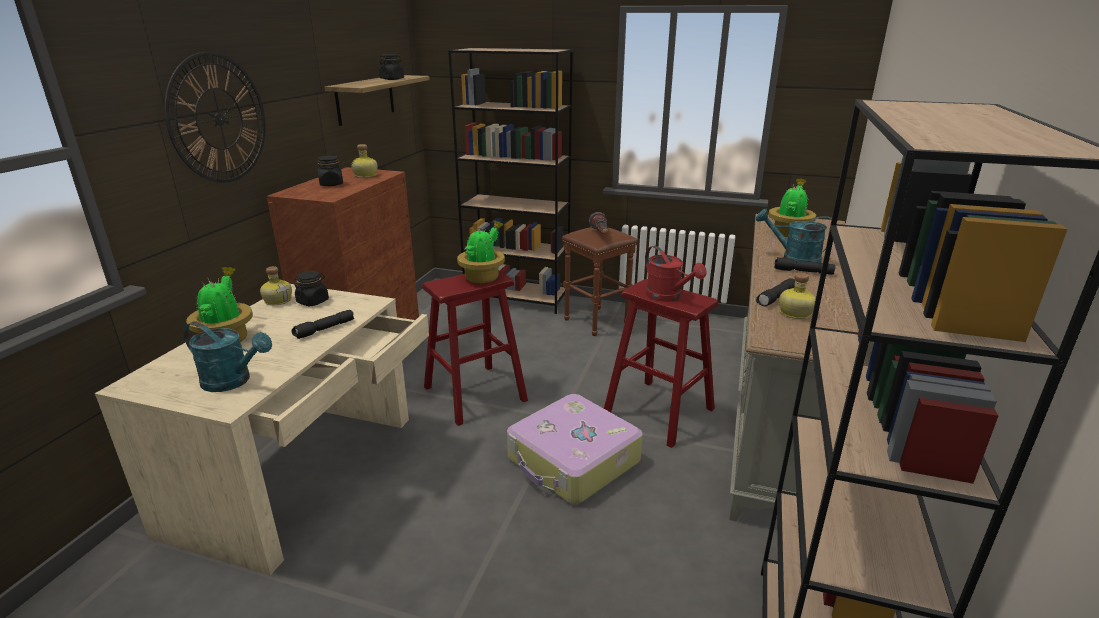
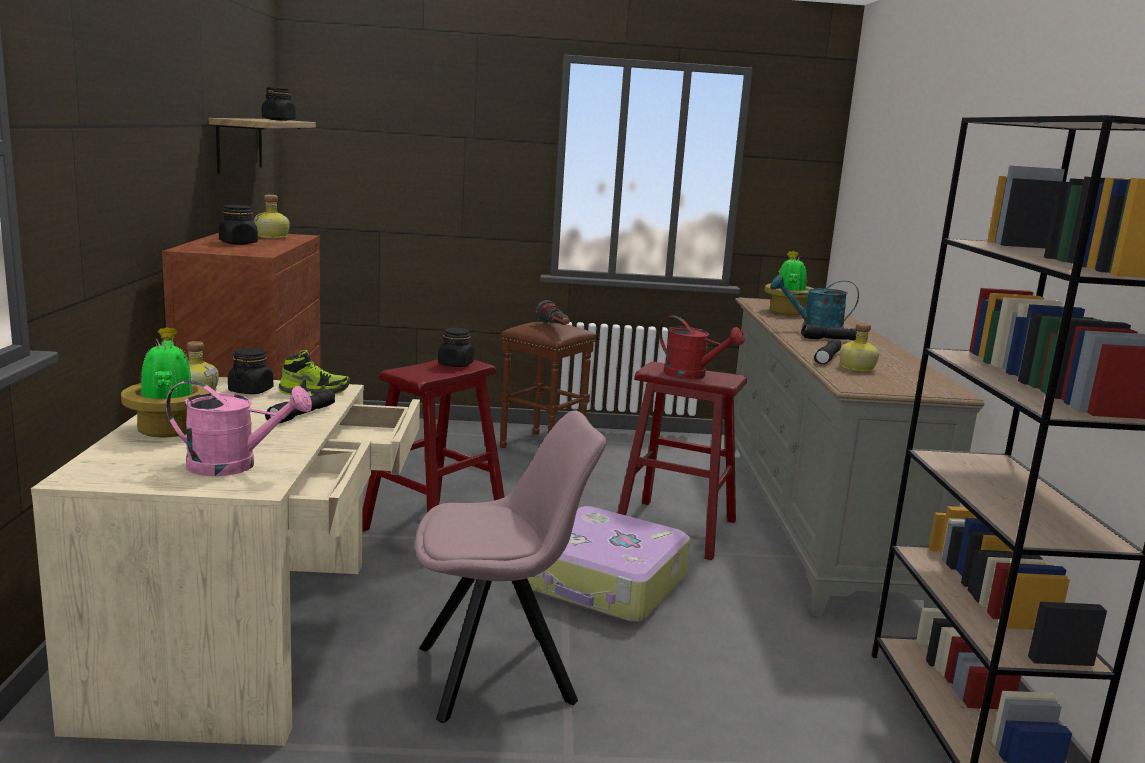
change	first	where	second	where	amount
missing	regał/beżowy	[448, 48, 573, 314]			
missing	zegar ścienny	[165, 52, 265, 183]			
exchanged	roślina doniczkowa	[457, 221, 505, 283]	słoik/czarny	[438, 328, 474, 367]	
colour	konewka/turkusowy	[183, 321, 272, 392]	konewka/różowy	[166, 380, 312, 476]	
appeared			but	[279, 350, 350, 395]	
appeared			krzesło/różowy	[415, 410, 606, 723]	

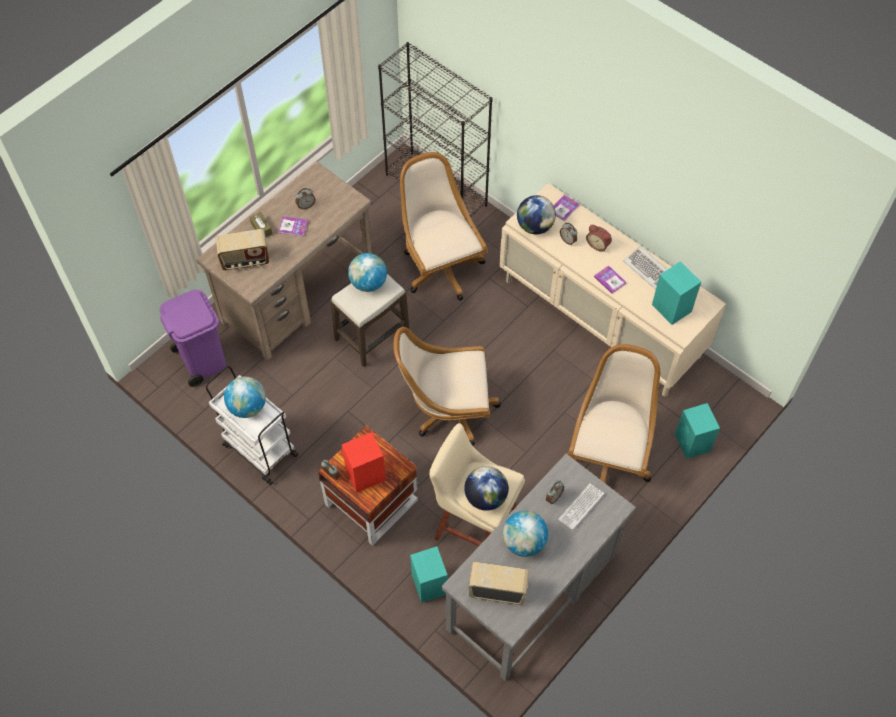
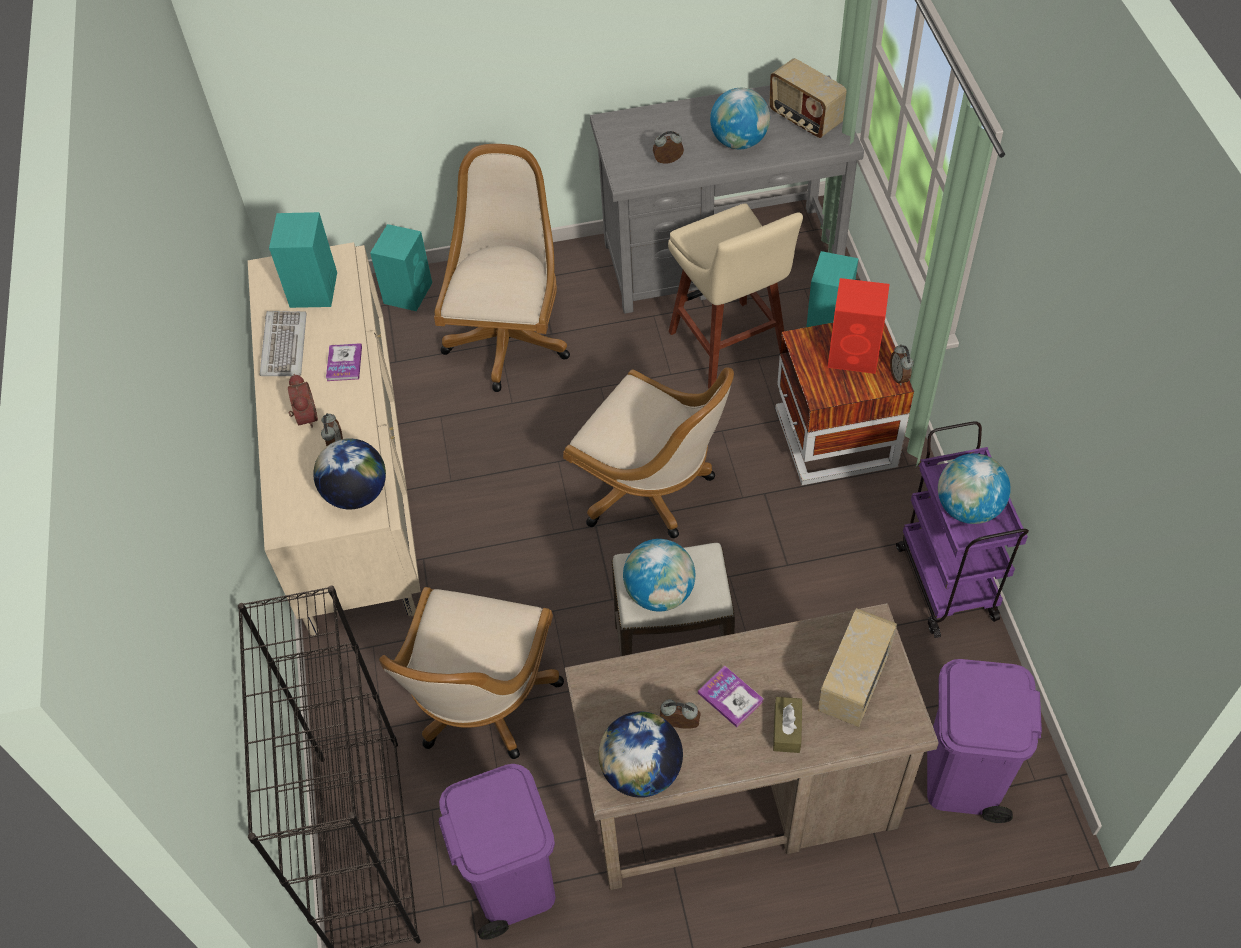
change	first	where	second	where	amount
missing	książka	[554, 195, 579, 221]			
spun	radio	[216, 229, 269, 270]		[818, 608, 897, 727]	90 degrees counterclockwise
spun	krzesło biurowe	[563, 344, 660, 483]		[434, 144, 570, 392]	135 degrees clockwise
colour	wózek/biały	[206, 366, 298, 485]	wózek/fioletowy	[896, 421, 1029, 638]	
relocated	globus	[464, 466, 509, 511]		[599, 712, 683, 798]	
missing	klawiatura	[558, 484, 604, 530]			
appeared			kosz na śmieci/fioletowy	[438, 764, 556, 940]	

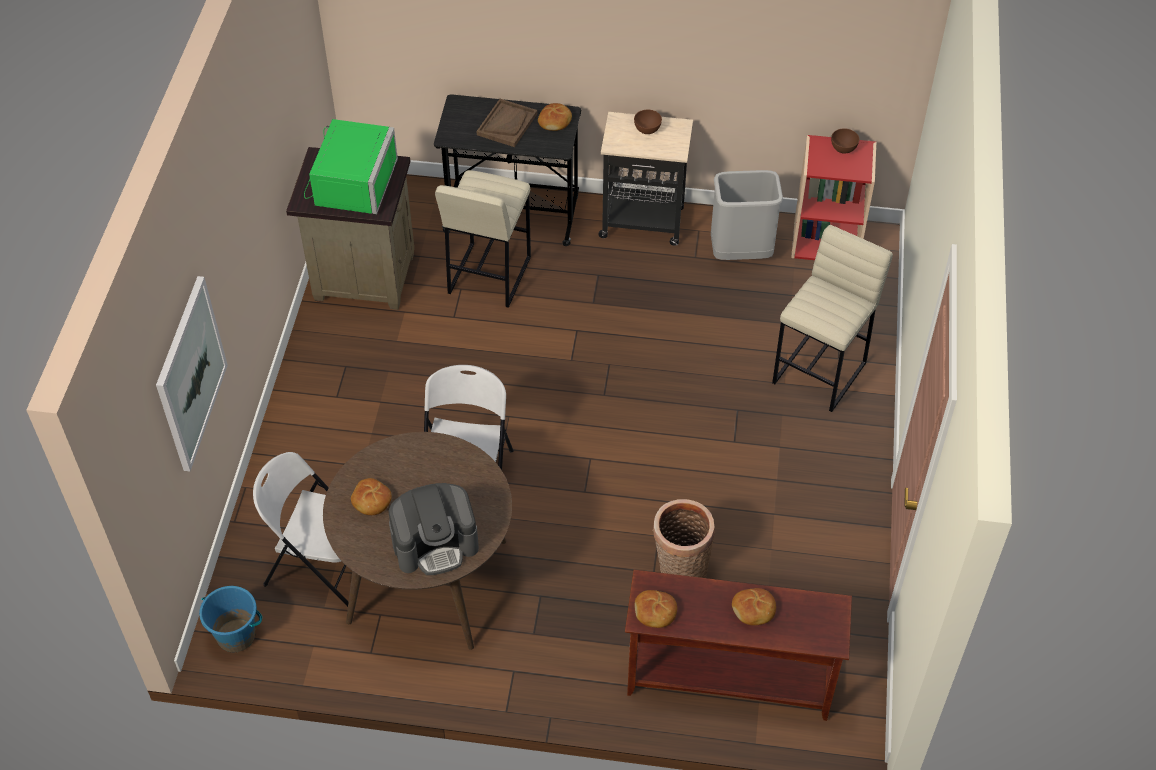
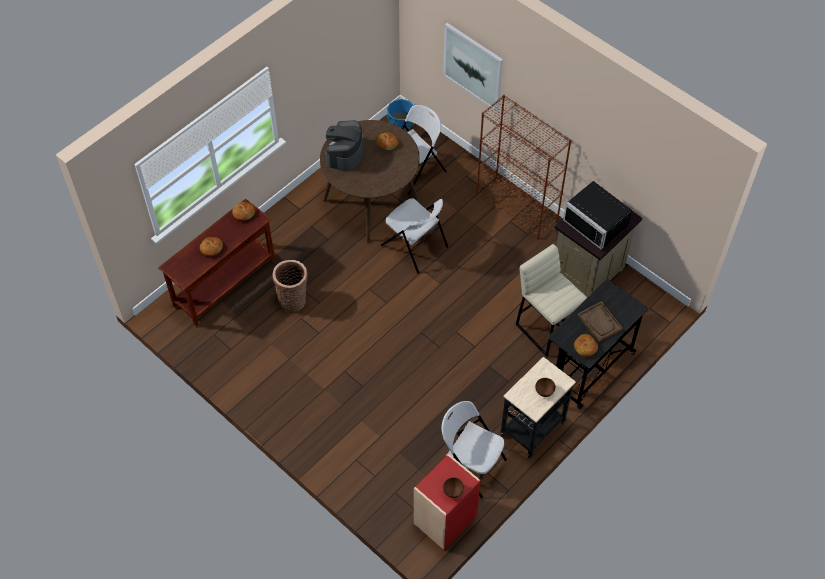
change	first	where	second	where	amount
colour	mikrofalówka/zielony	[304, 119, 398, 214]	mikrofalówka/czarny	[563, 181, 632, 250]	
exchanged	kosz na śmieci/szary	[711, 170, 783, 260]	krzesło/biały	[433, 401, 507, 499]	
missing	stołek/beżowy	[772, 225, 893, 412]			
appeared			regał/brązowy	[476, 95, 572, 239]	

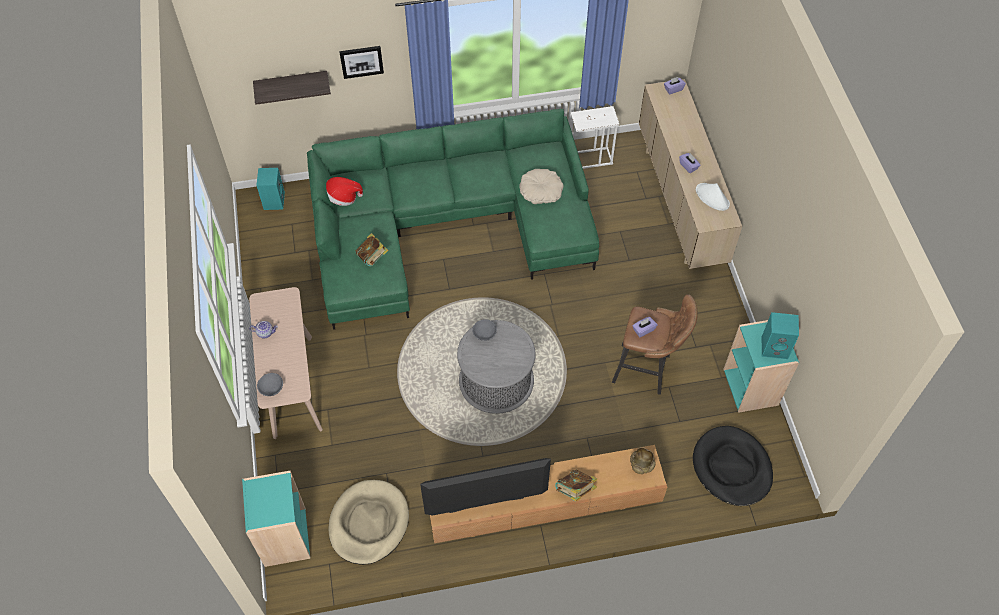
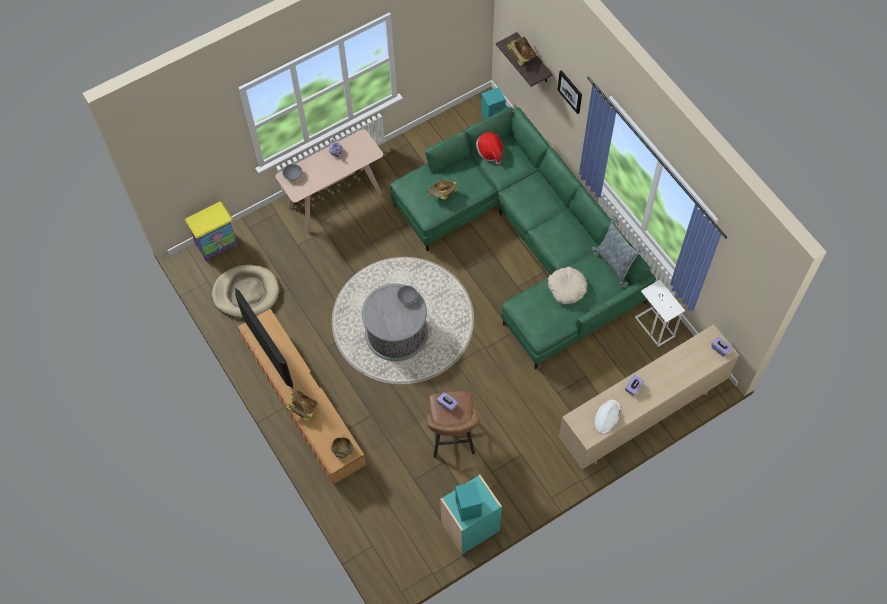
change	first	where	second	where	amount
missing	legowisko/czarny	[693, 426, 773, 506]			
exchanged	regał/turkusowy	[242, 471, 311, 567]	szafka nocna	[185, 201, 237, 262]	
appeared			książka	[507, 37, 537, 66]	
appeared			poduszka	[591, 215, 646, 287]	

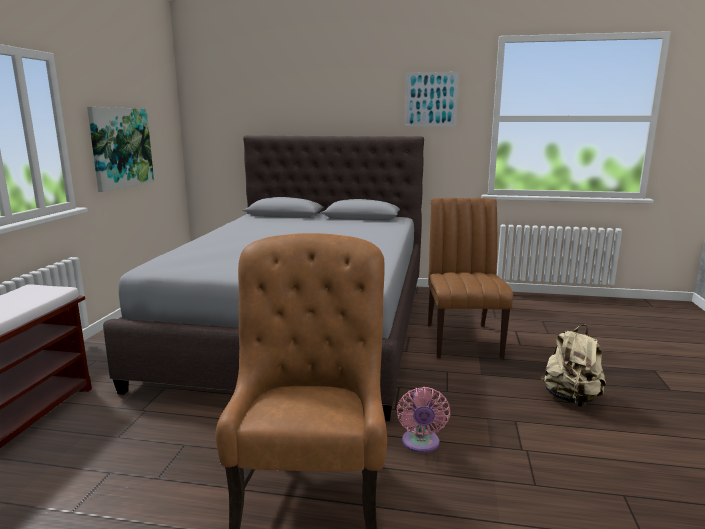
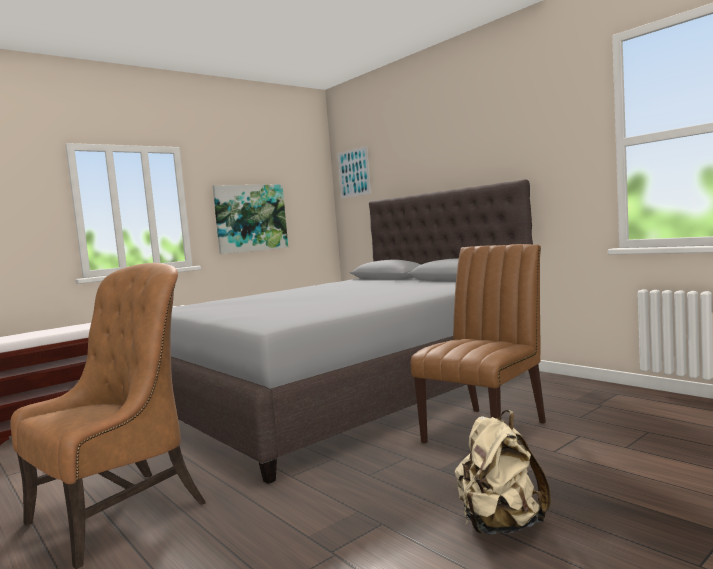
change	first	where	second	where	amount
relocated	obraz	[405, 72, 459, 127]		[337, 146, 371, 198]	
missing	wentylator/różowy	[397, 387, 450, 453]			

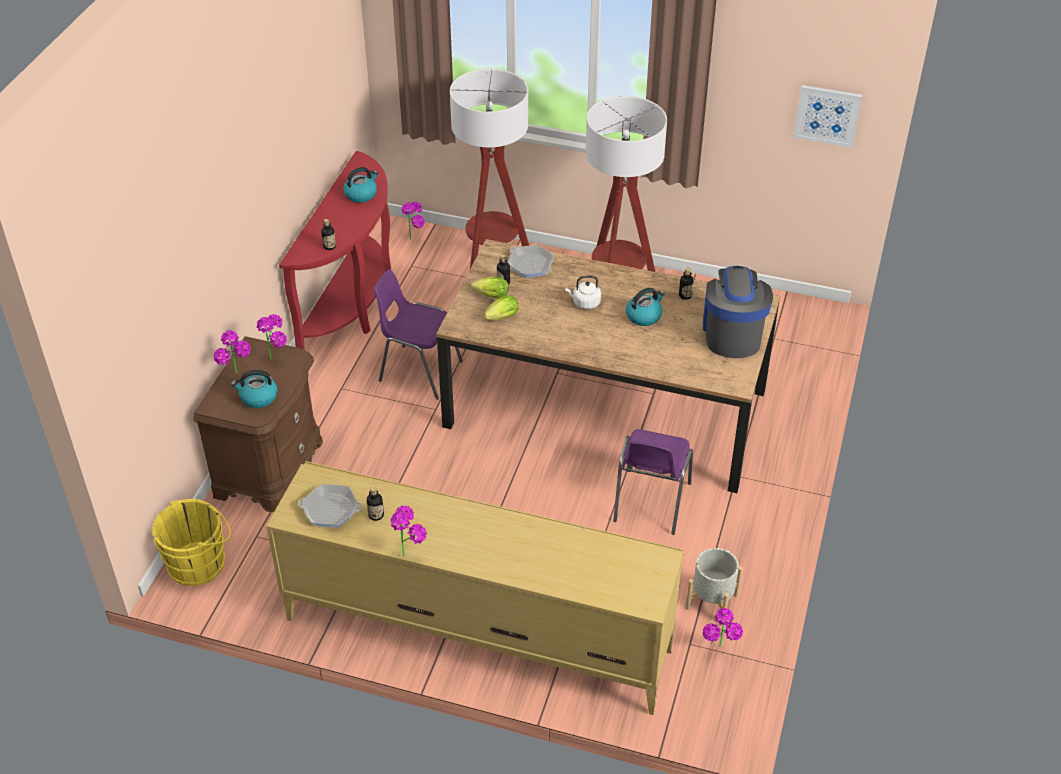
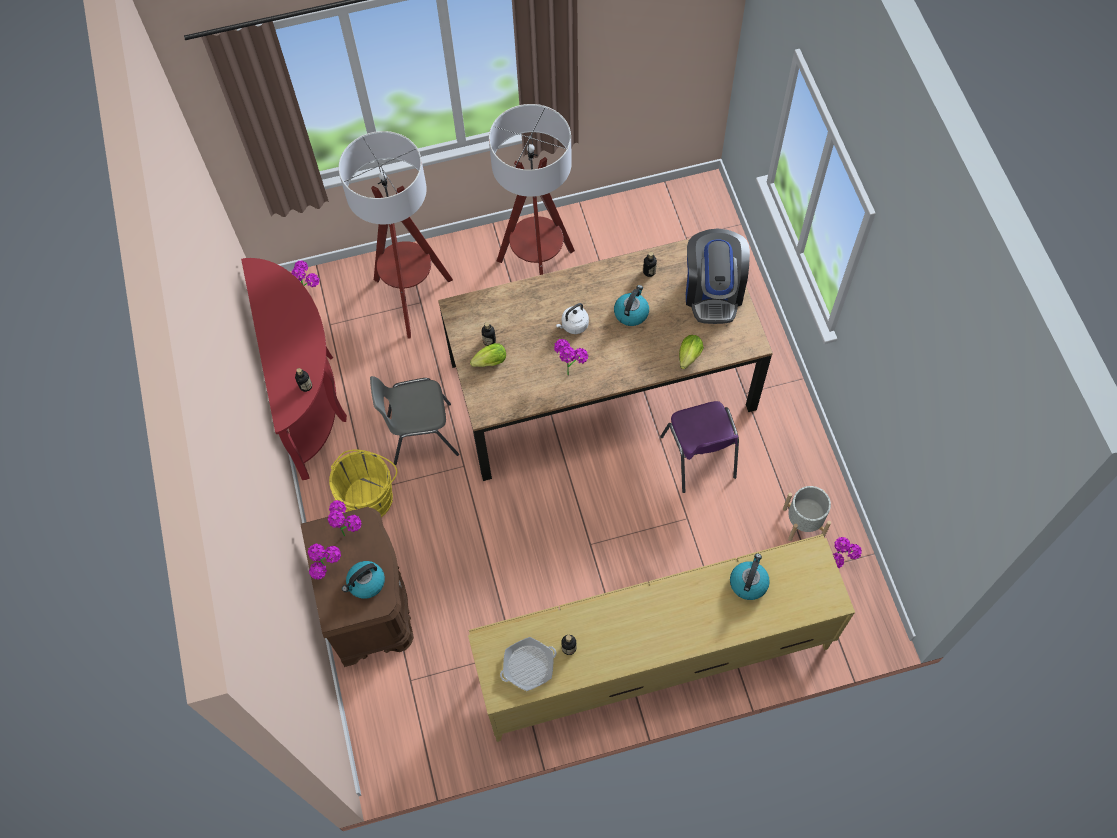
change	first	where	second	where	amount
missing	obraz	[794, 85, 862, 148]			
relocated	czajnik	[343, 167, 378, 203]		[730, 553, 770, 600]	
missing	patelnia	[508, 245, 554, 278]			
spun	ekspres do kawy	[703, 266, 773, 358]		[686, 229, 750, 324]	150 degrees counterclockwise
colour	krzesło/fioletowy	[374, 270, 463, 400]	krzesło/szary	[370, 376, 459, 465]	
relocated	sałata	[483, 295, 519, 320]		[679, 335, 704, 369]	
relocated	wiadro/żółty	[152, 499, 231, 586]		[329, 449, 398, 517]	
relocated	roślina doniczkowa	[391, 506, 427, 557]		[554, 339, 588, 376]	

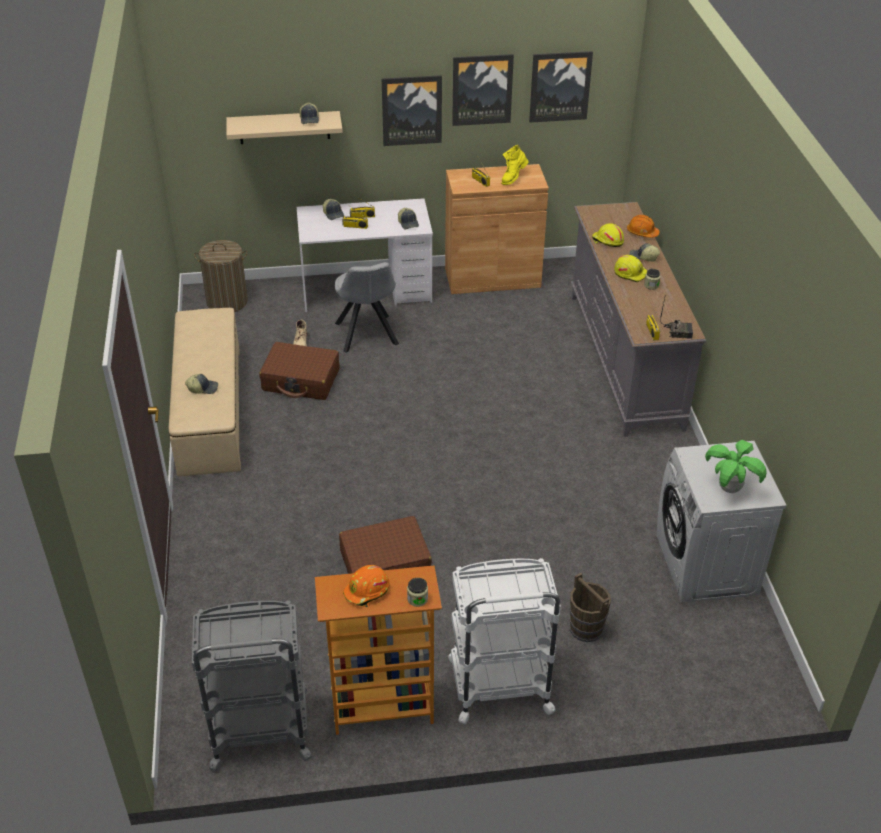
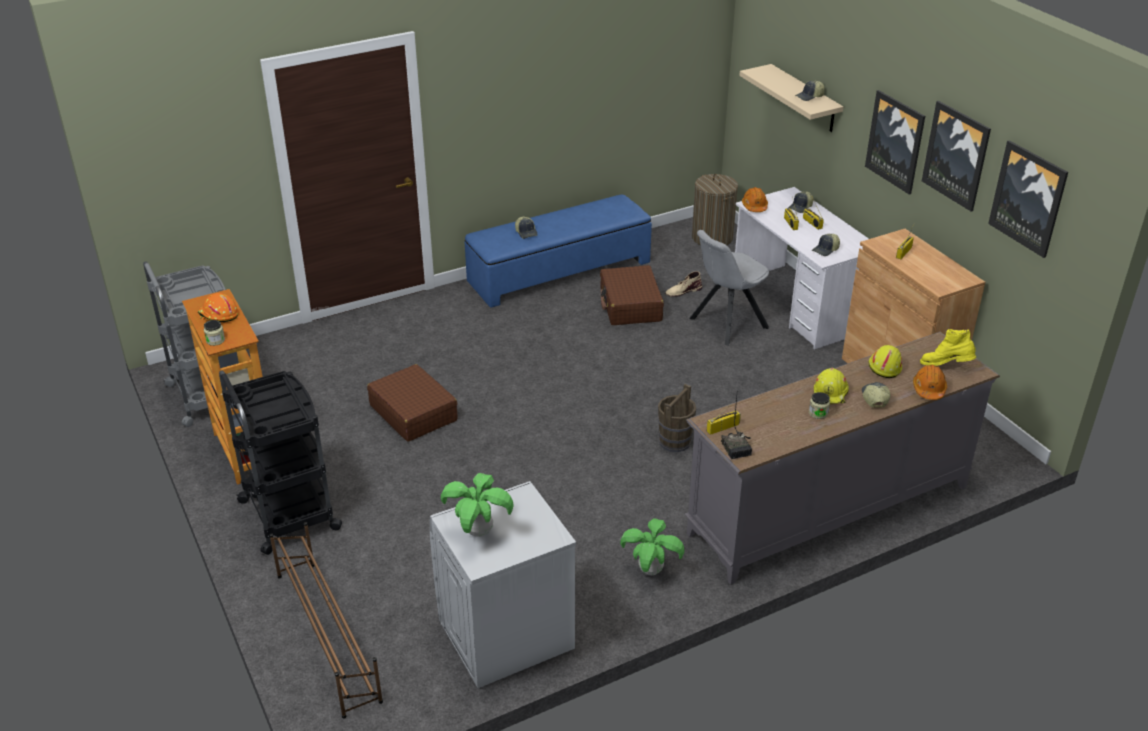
change	first	where	second	where	amount
relocated	but z cholewką/żółty	[501, 145, 529, 185]		[920, 329, 976, 366]	
colour	ławka/beżowy	[169, 308, 241, 477]	ławka/niebieski	[465, 194, 652, 308]	
colour	wózek/biały	[448, 558, 561, 724]	wózek/czarny	[219, 371, 342, 555]	
relocated	wiadro/brązowy	[570, 573, 611, 642]		[658, 384, 696, 452]	
appeared			kask/pomarańczowy	[742, 187, 768, 212]	
appeared			roślina doniczkowa	[620, 518, 684, 575]	
appeared			regał na buty/brązowy	[270, 522, 383, 719]	

